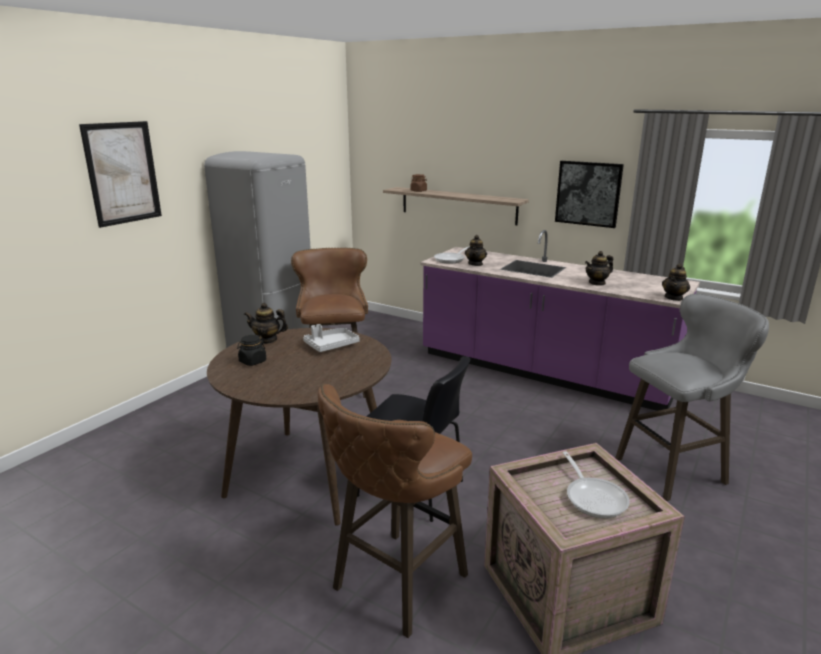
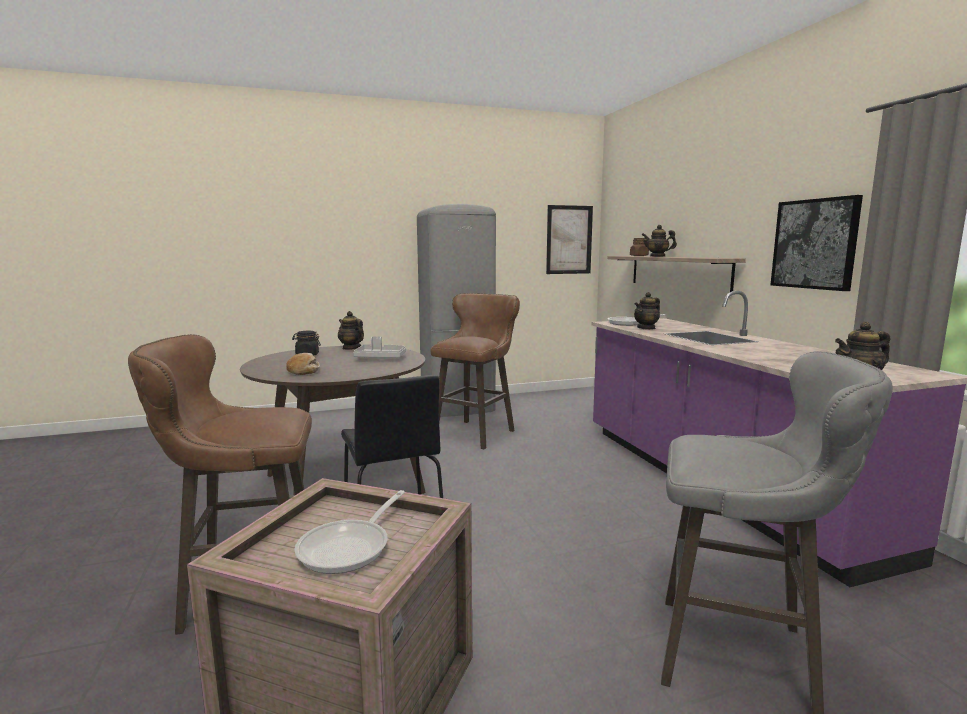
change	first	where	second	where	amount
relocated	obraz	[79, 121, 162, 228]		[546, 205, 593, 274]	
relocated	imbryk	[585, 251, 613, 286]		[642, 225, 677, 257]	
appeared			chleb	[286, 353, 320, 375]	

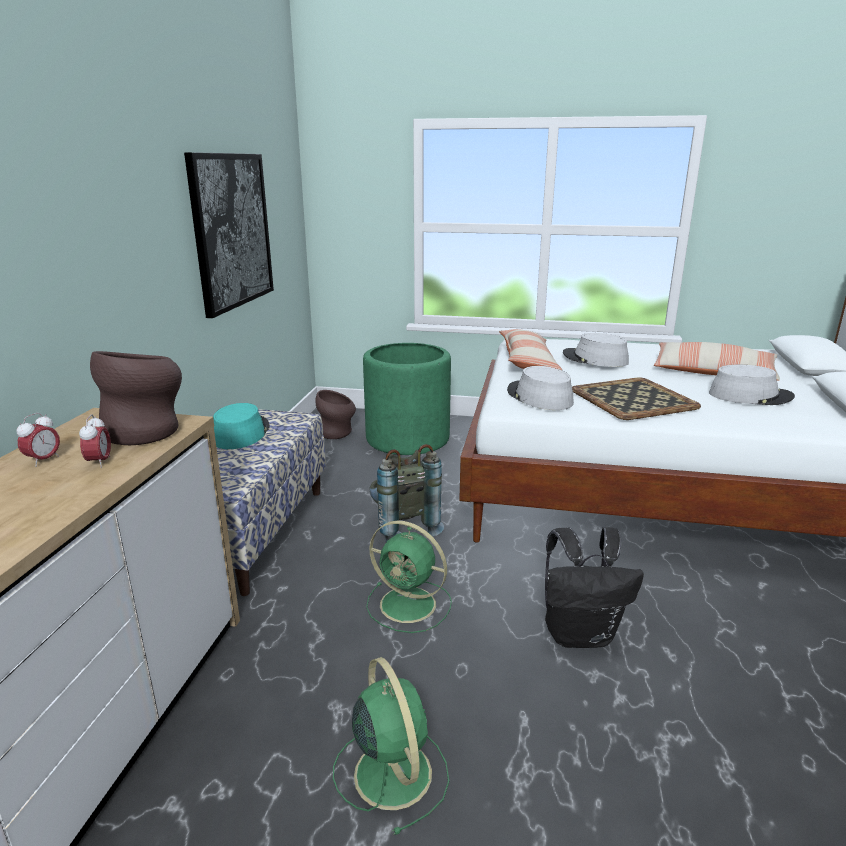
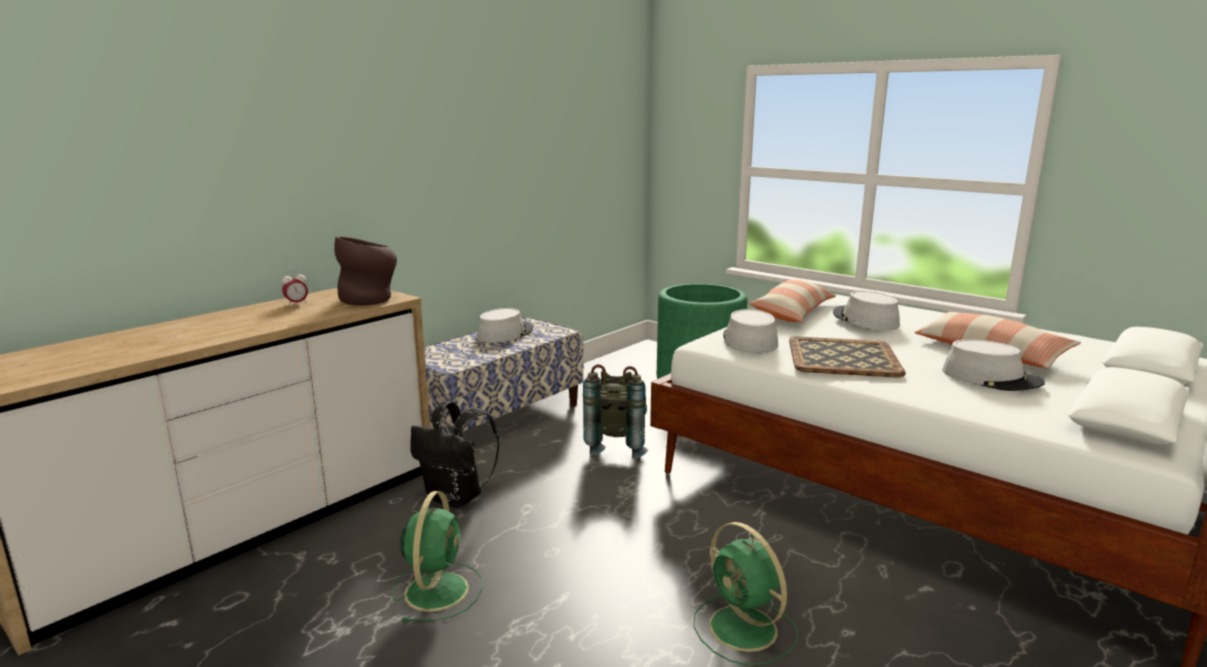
change	first	where	second	where	amount
missing	obraz	[184, 152, 274, 318]			
missing	wazon/brązowy	[315, 390, 356, 439]			
colour	kapelusz/turkusowy	[213, 403, 270, 449]	kapelusz/szary	[477, 308, 533, 343]	
missing	budzik	[79, 414, 111, 468]			
relocated	wentylator/zielony	[366, 521, 452, 633]		[693, 522, 799, 666]	
relocated	plecak/czarny	[545, 527, 644, 648]		[410, 401, 500, 508]	

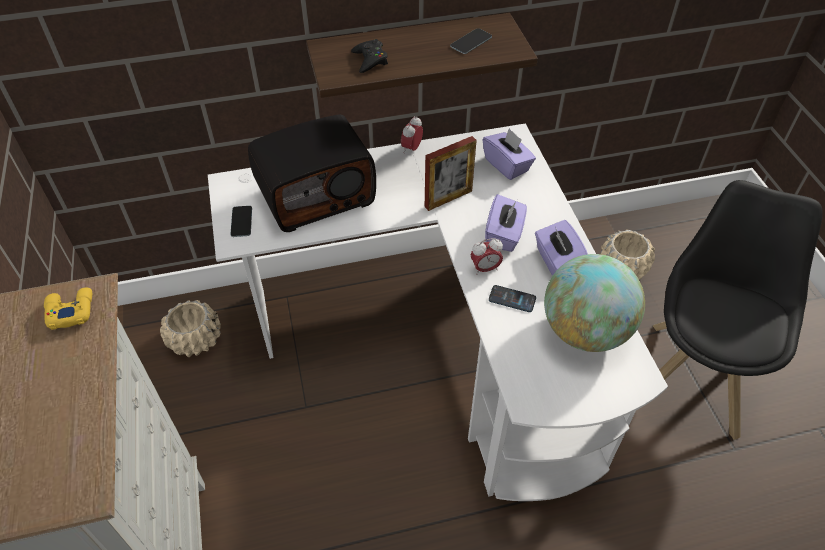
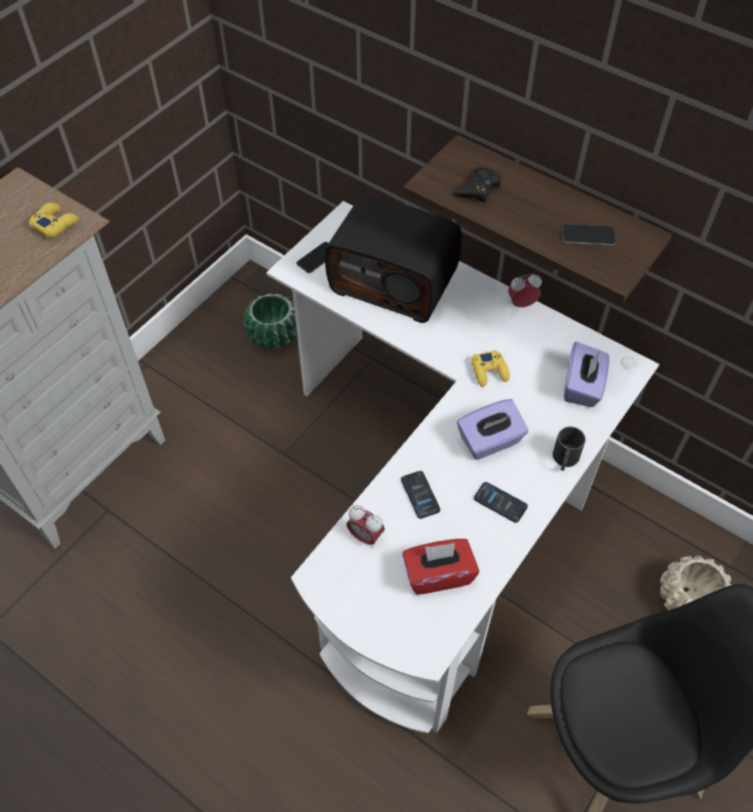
change	first	where	second	where	amount
exchanged	ramka na zdjęcie	[425, 136, 477, 211]	pad do gier/żółty	[471, 350, 510, 387]	
exchanged	pudełko chusteczek/fioletowy	[535, 220, 588, 276]	telefon	[474, 482, 528, 523]	
relocated	budzik	[471, 238, 503, 275]		[346, 505, 385, 548]	
exchanged	globus	[544, 254, 645, 352]	pudełko chusteczek/czerwony	[402, 539, 479, 595]	
colour	donica/beżowy	[160, 300, 221, 357]	donica/zielony	[243, 294, 297, 350]	
appeared			kubek/czarny	[553, 426, 586, 471]	

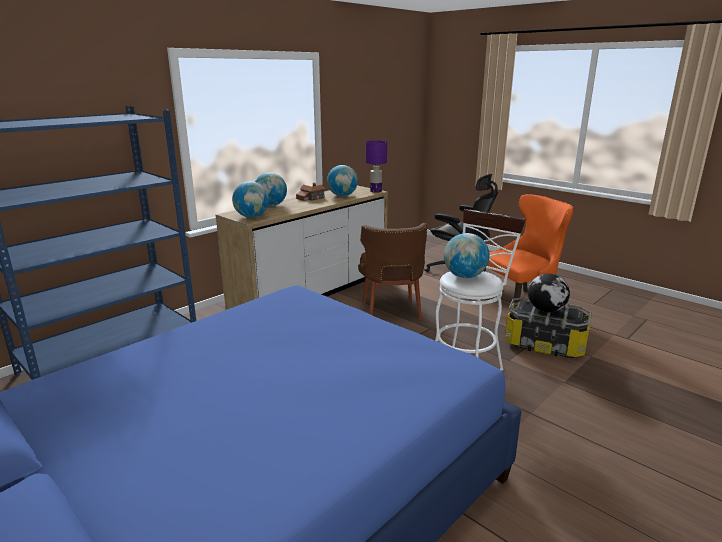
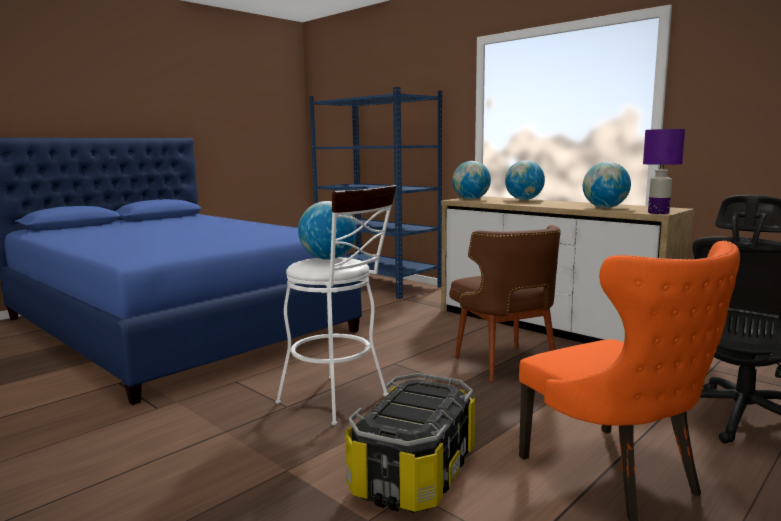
change	first	where	second	where	amount
missing	domek	[296, 182, 325, 201]			
spun	krzesło/brązowy	[358, 223, 427, 321]		[449, 225, 561, 382]	105 degrees counterclockwise
missing	globus	[528, 274, 570, 312]			

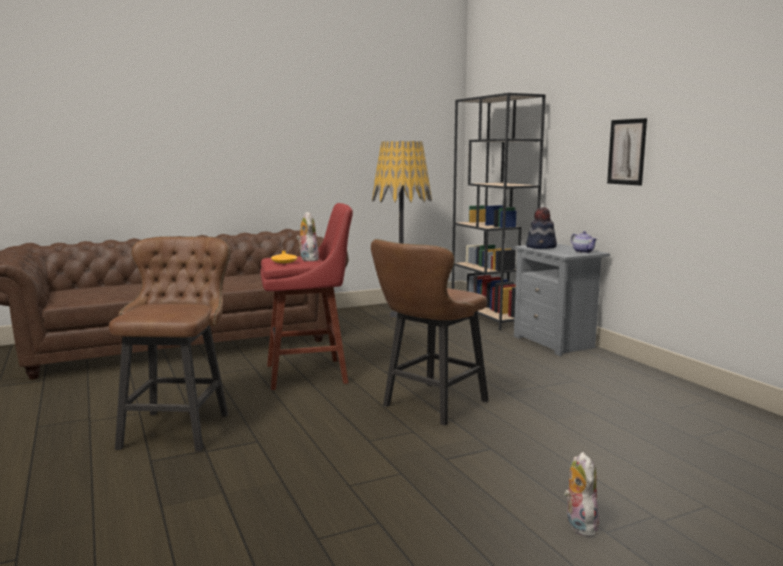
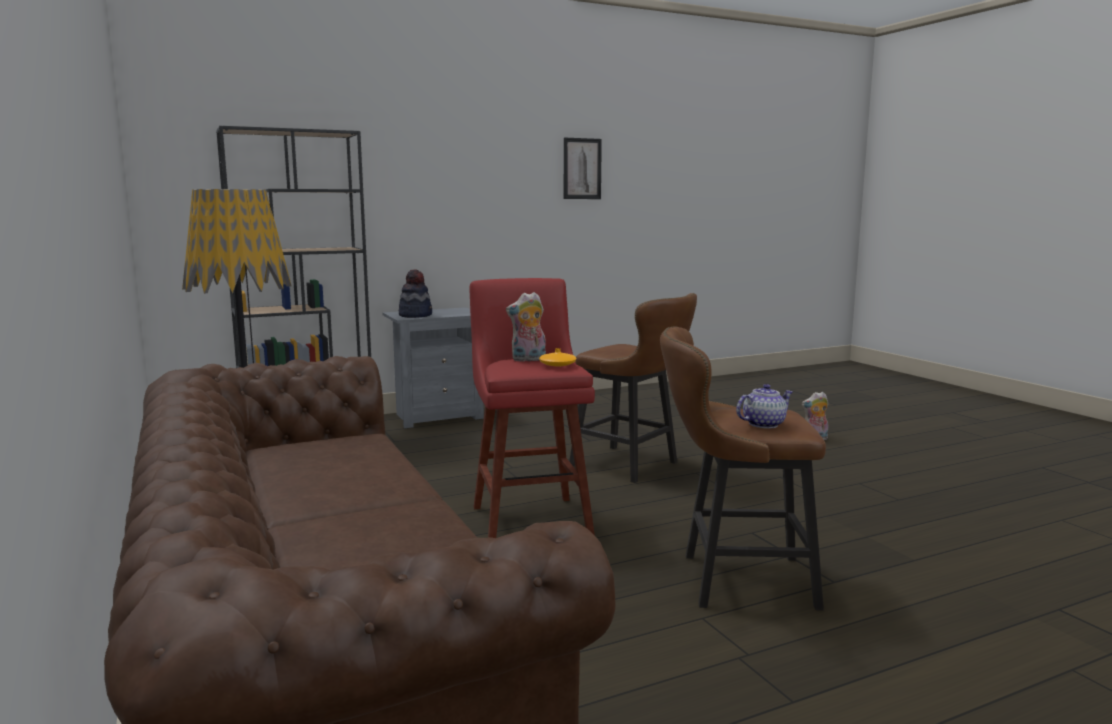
change	first	where	second	where	amount
relocated	obraz	[607, 118, 647, 186]		[564, 138, 602, 199]	
relocated	imbryk	[571, 231, 598, 253]		[736, 384, 793, 428]	

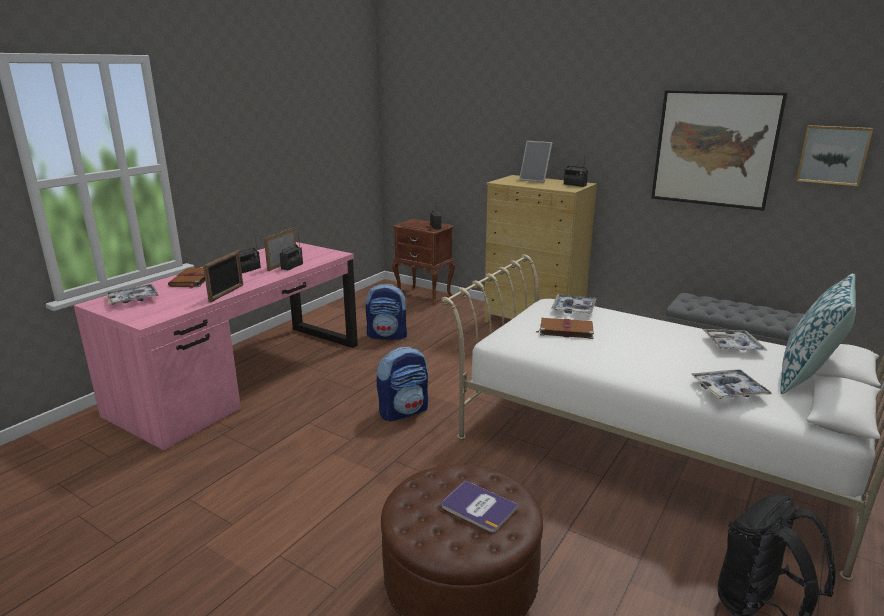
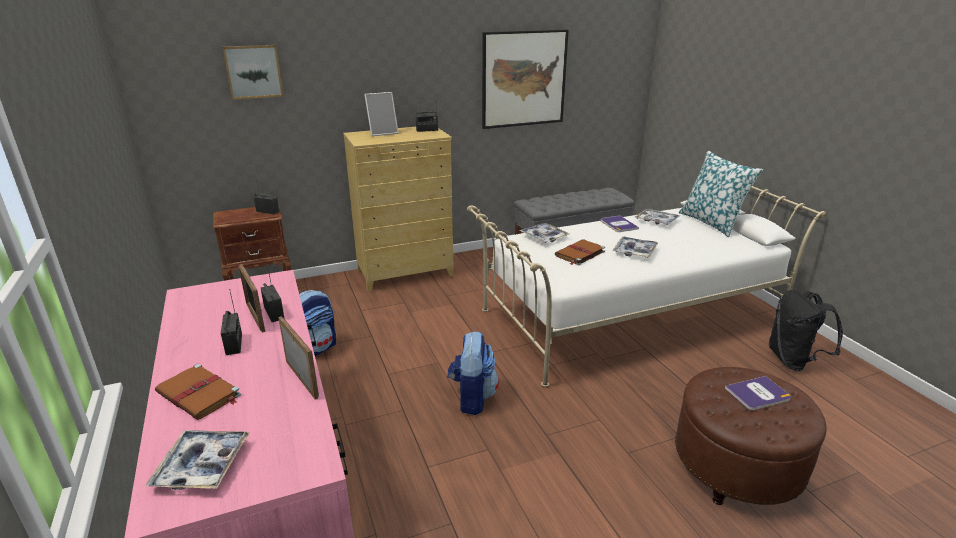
change	first	where	second	where	amount
relocated	obraz	[796, 125, 873, 186]		[223, 45, 283, 100]	
relocated	taca	[692, 369, 772, 399]		[613, 236, 658, 258]	
appeared			książka	[601, 215, 639, 232]	

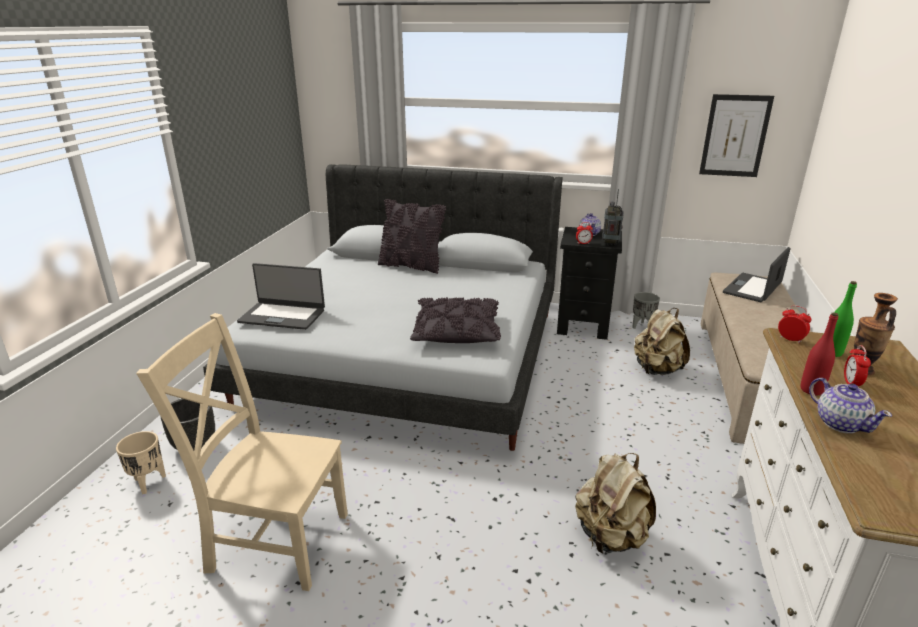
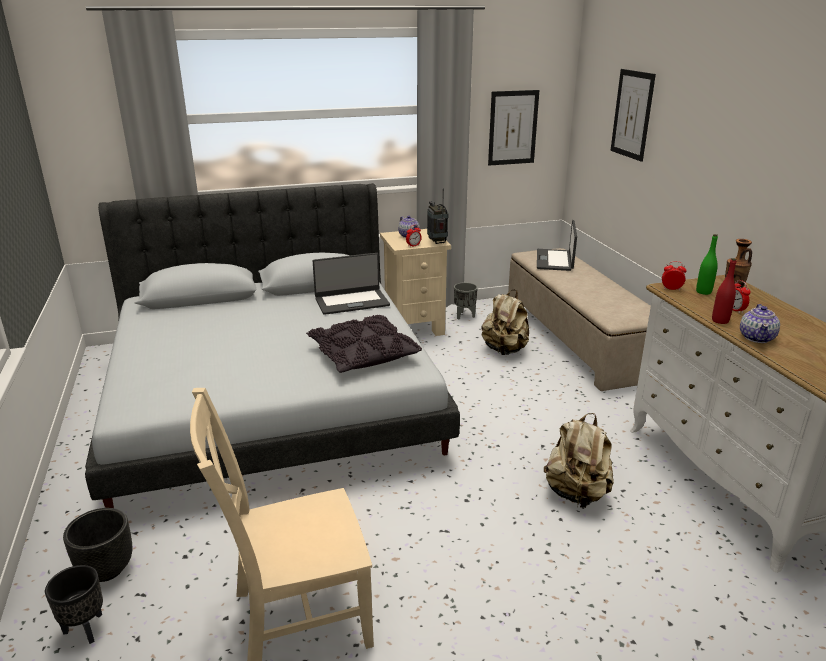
change	first	where	second	where	amount
missing	poduszka/czarny	[378, 199, 446, 274]			
colour	szafka nocna/czarny	[557, 227, 622, 340]	szafka nocna/beżowy	[380, 229, 451, 336]	
relocated	laptop	[237, 263, 325, 330]		[313, 253, 390, 315]	
spun	imbryk	[809, 378, 892, 433]		[740, 304, 780, 343]	75 degrees clockwise
colour	donica/beżowy	[116, 431, 166, 494]	donica/czarny	[45, 565, 103, 644]	
appeared			obraz	[610, 69, 656, 162]	

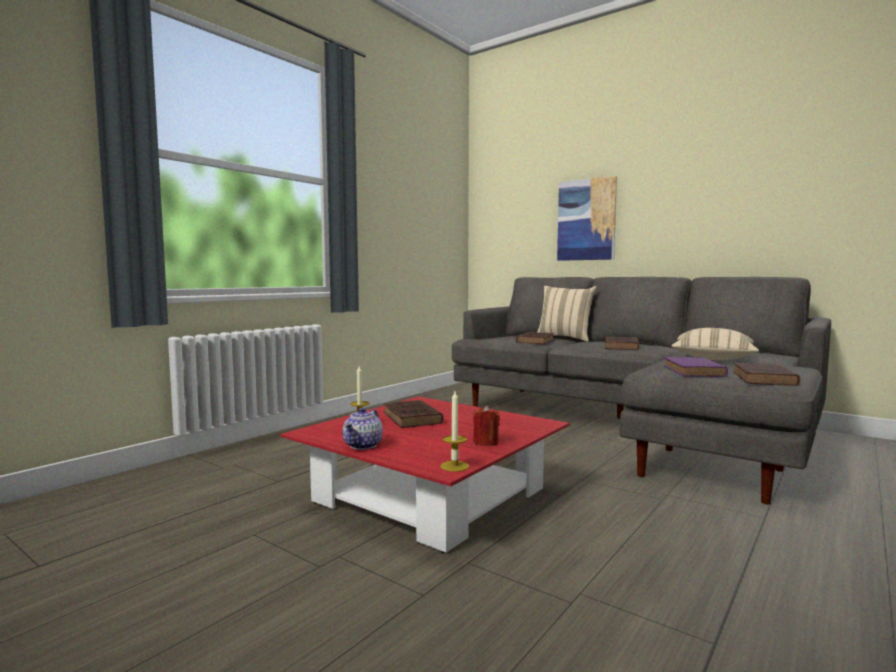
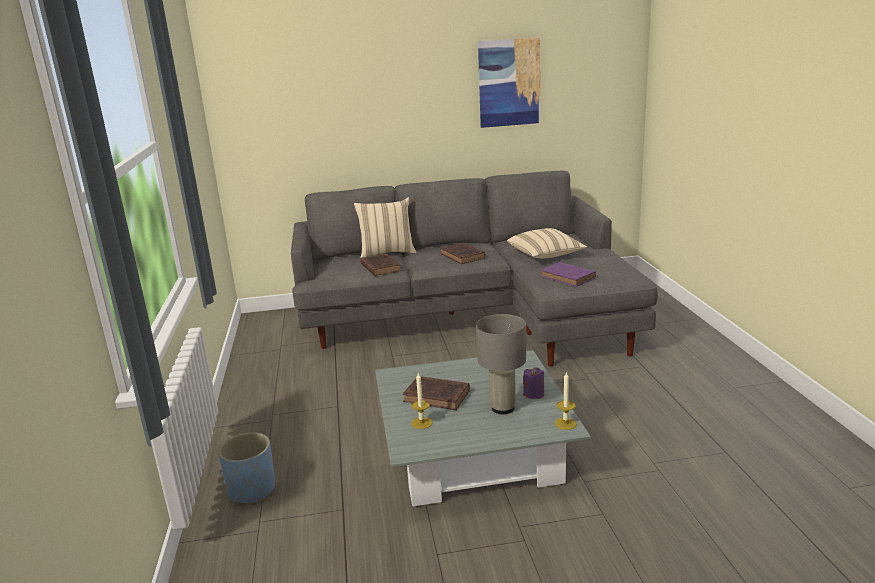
change	first	where	second	where	amount
relocated	obraz	[557, 176, 617, 261]		[478, 37, 540, 128]	
missing	książka/brązowy	[733, 363, 800, 386]			
colour	ława/czerwony	[280, 396, 570, 553]	ława/szary	[375, 350, 591, 507]	
colour	świeca/czerwony	[473, 405, 500, 446]	świeca/fioletowy	[523, 367, 544, 399]	
missing	imbryk	[343, 407, 383, 450]			
appeared			lampa stołowa/szary	[476, 314, 526, 414]	
appeared			donica/niebieski	[218, 432, 275, 503]	

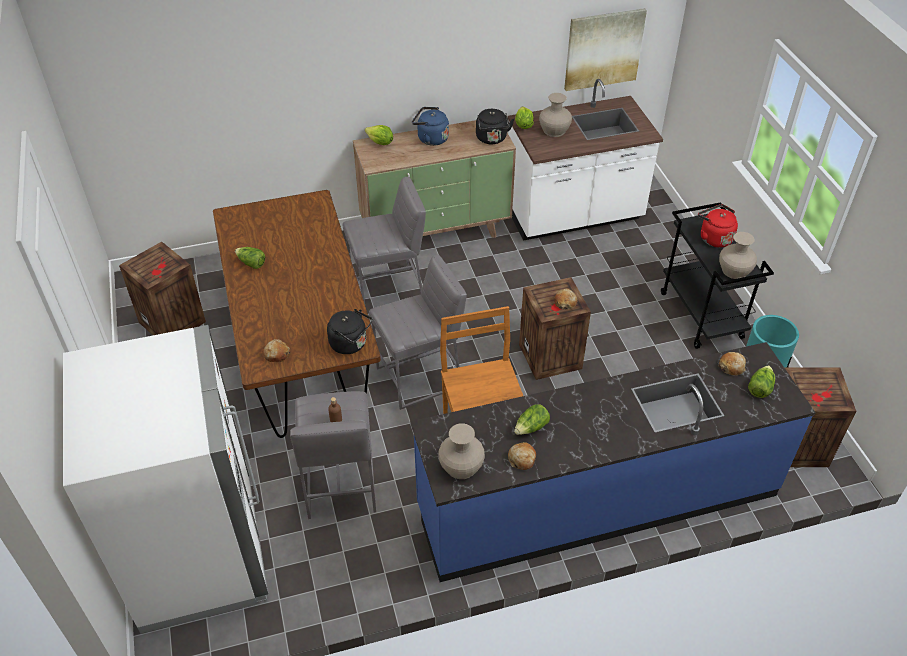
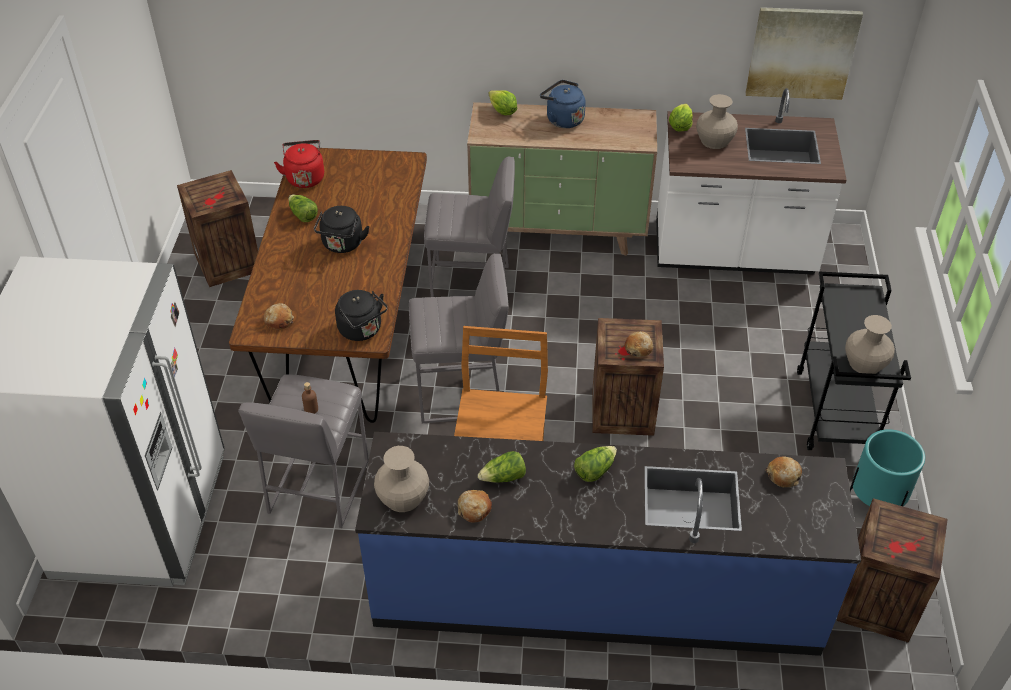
change	first	where	second	where	amount
relocated	czajnik/czarny	[476, 109, 514, 144]		[314, 206, 370, 253]	
relocated	czajnik/czerwony	[698, 204, 738, 248]		[274, 140, 324, 188]	
relocated	sałata	[748, 366, 775, 398]		[574, 446, 617, 482]	

